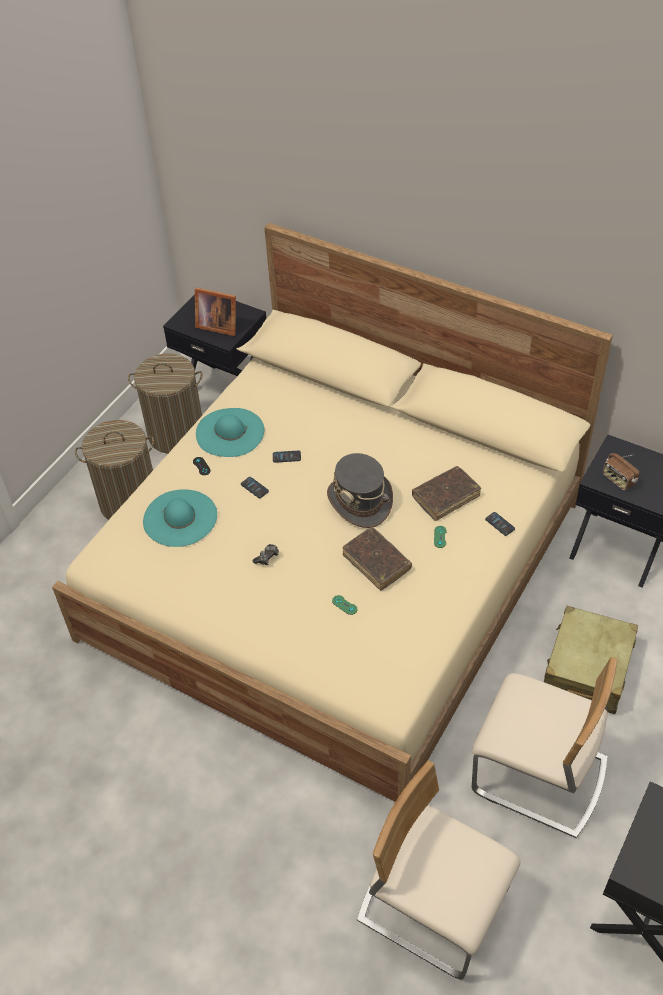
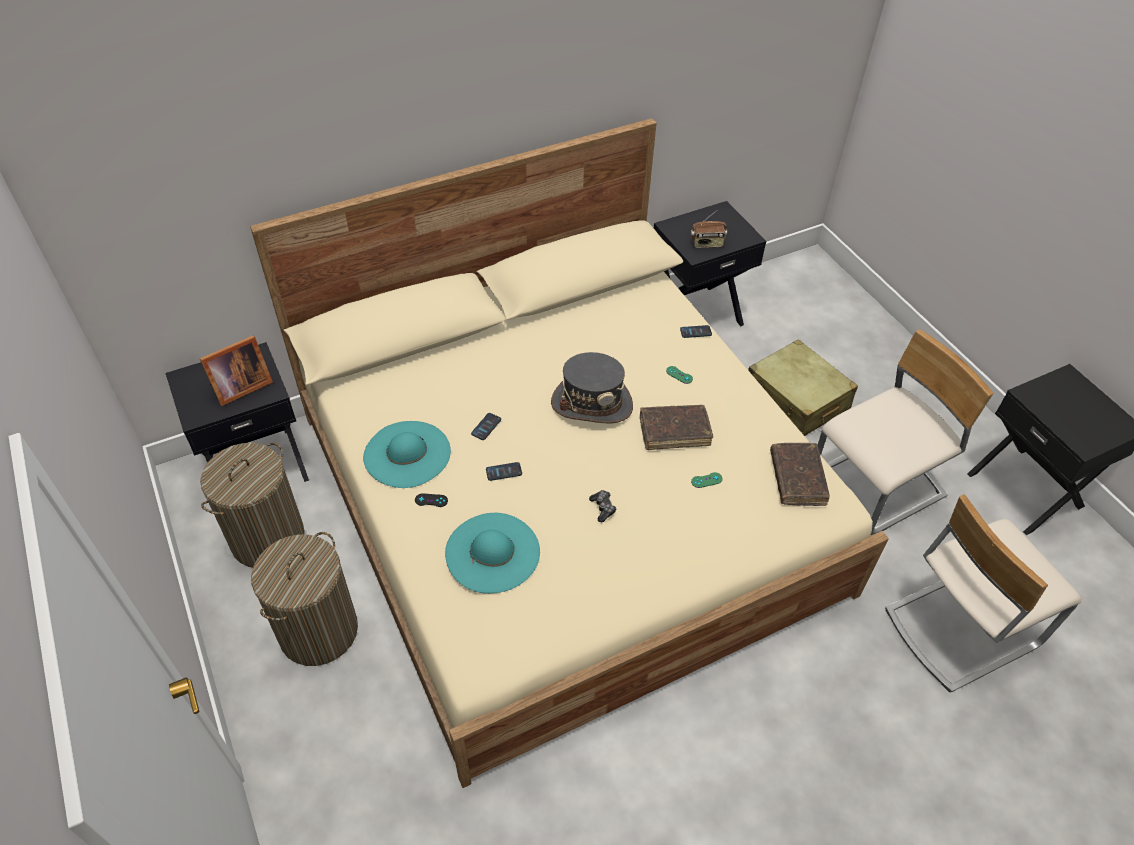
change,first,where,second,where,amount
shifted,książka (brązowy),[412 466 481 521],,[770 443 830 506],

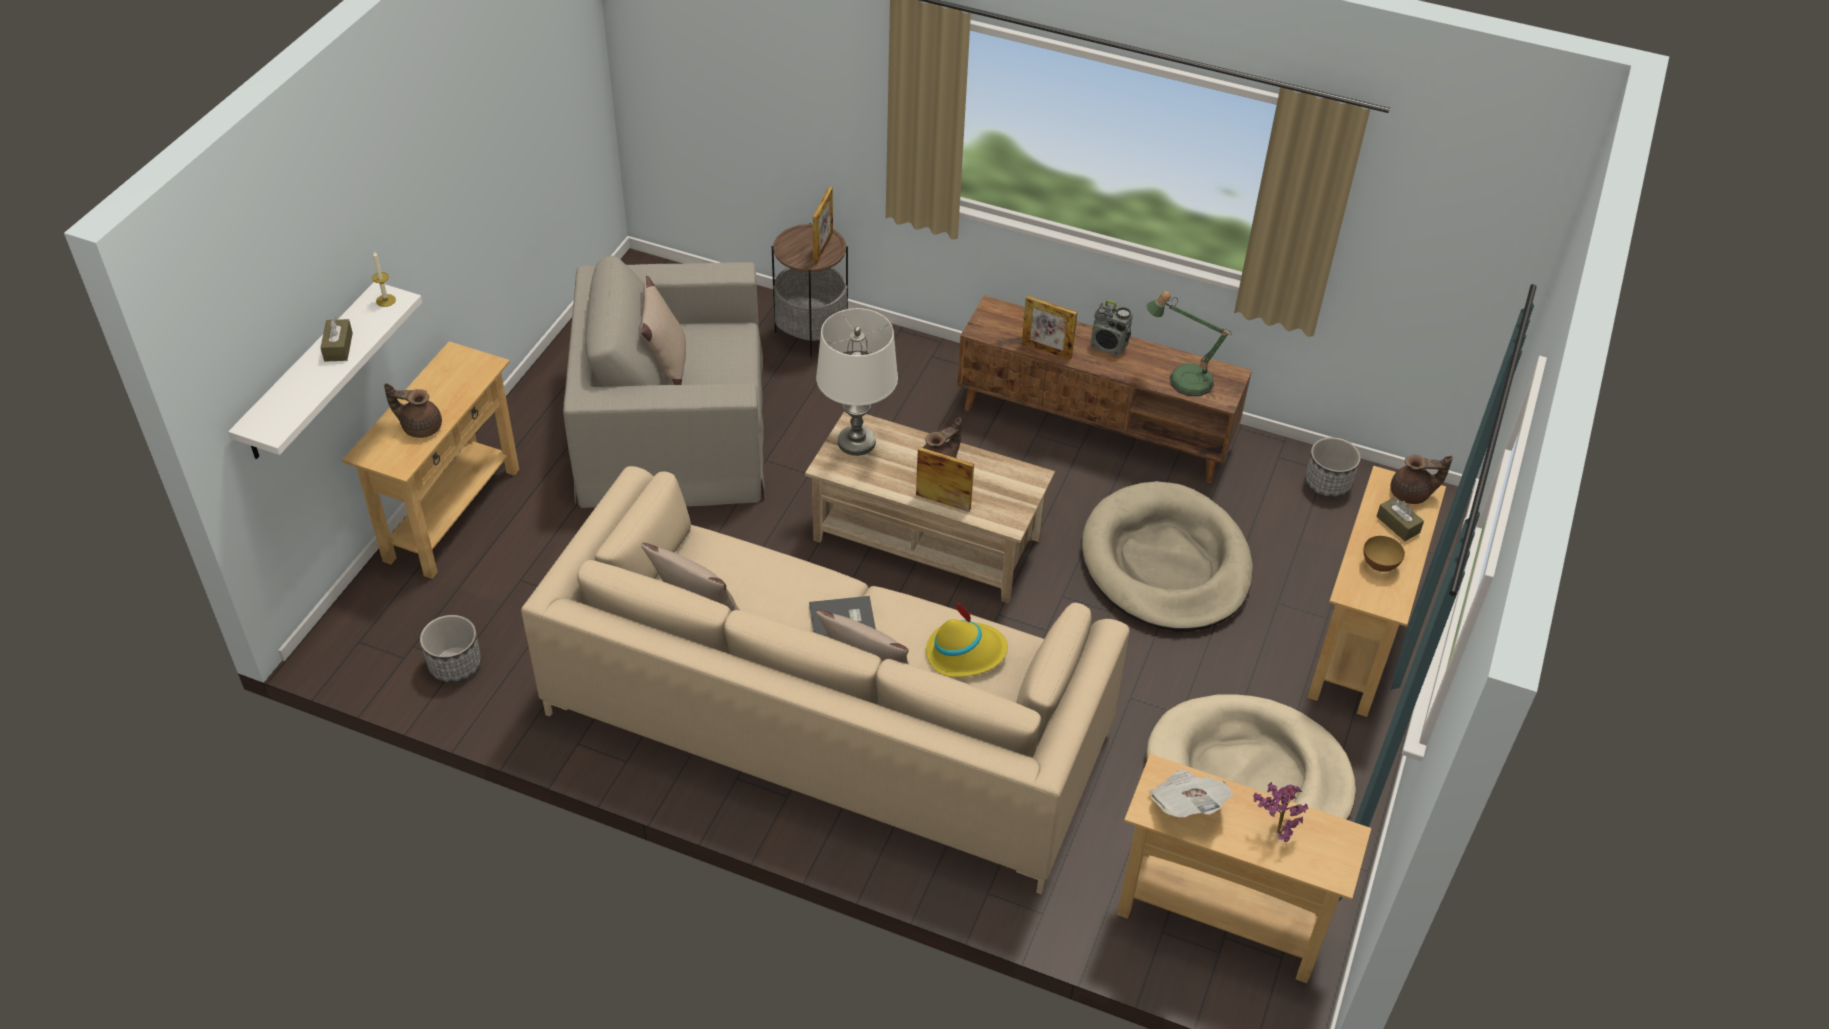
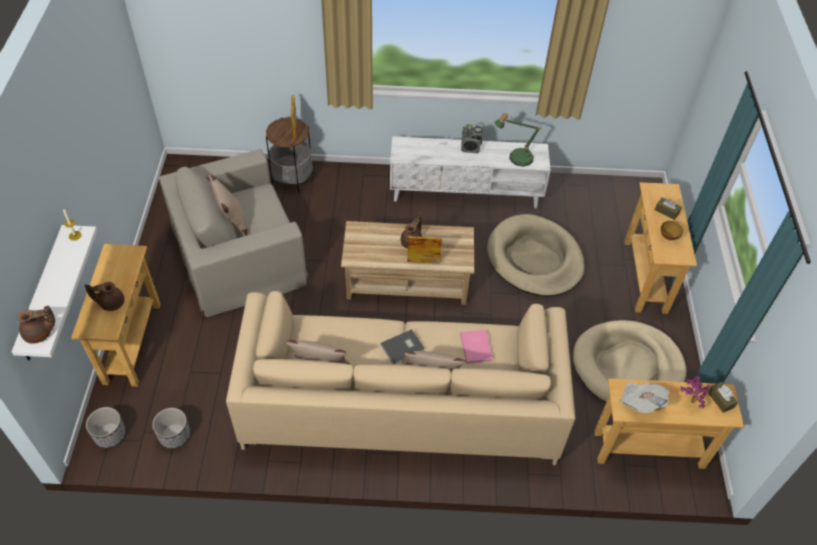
change,first,where,second,where,amount
gone,lampa stołowa (biały),[816 308 898 456],,,
gone,ramka na zdjęcie,[1022 296 1077 360],,,
shifted,pudełko chusteczek (brązowy),[320 316 353 362],,[707 382 738 413],
shifted,donica,[1305 437 1361 497],,[86 407 126 448],
shifted,imbryk (brązowy),[1390 455 1453 504],,[17 305 55 344],
swapped,kapelusz (żółty),[926 600 1008 677],książka (różowy),[460 330 493 364],
repainted,szafka pod telewizor (brązowy),[957 296 1252 483],szafka pod telewizor (biały),[390 136 551 208],

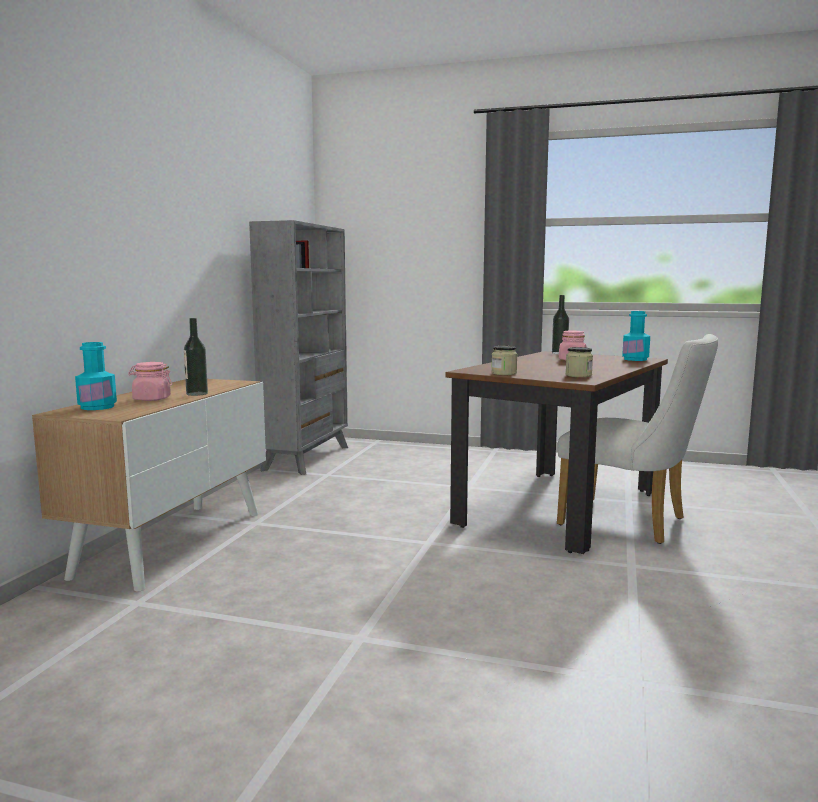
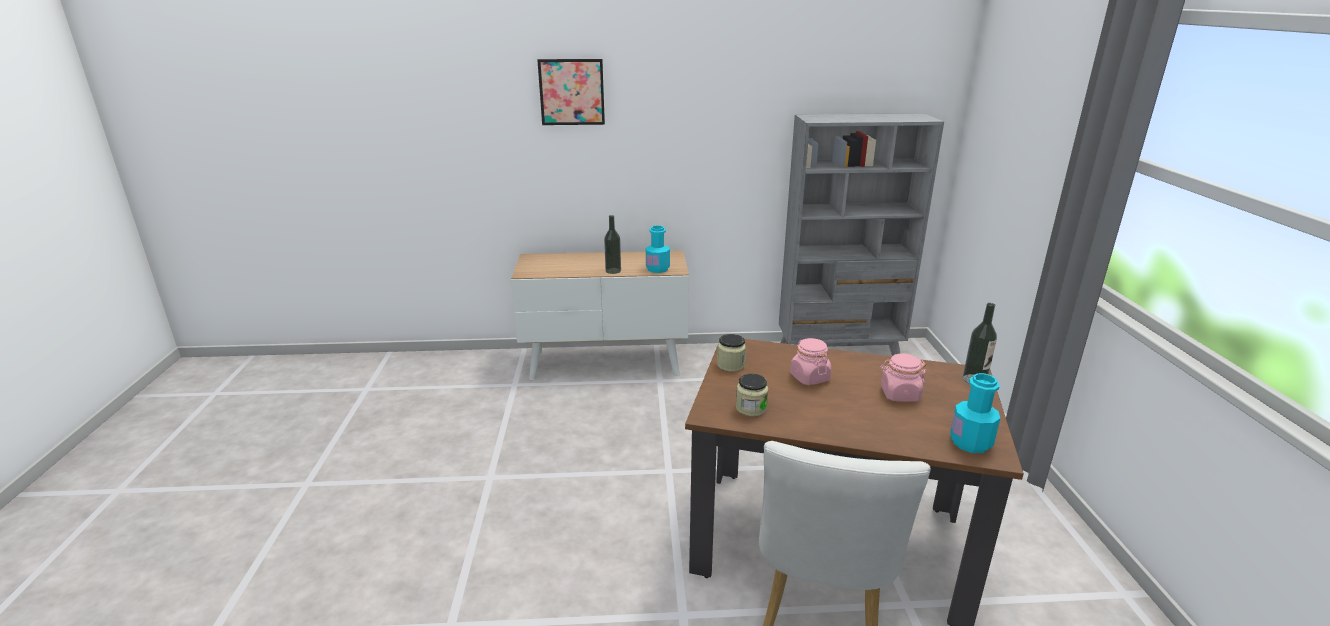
change,first,where,second,where,amount
new,,,obraz,[537 59 605 125],
shifted,butelka (turkusowy),[75 342 117 410],,[646 225 670 273],
shifted,słoik (różowy),[128 362 172 401],,[790 338 831 385],

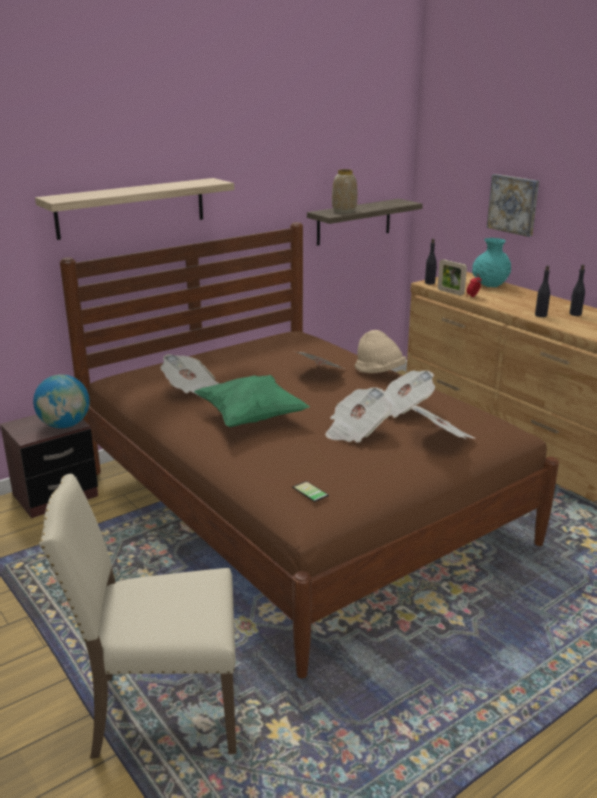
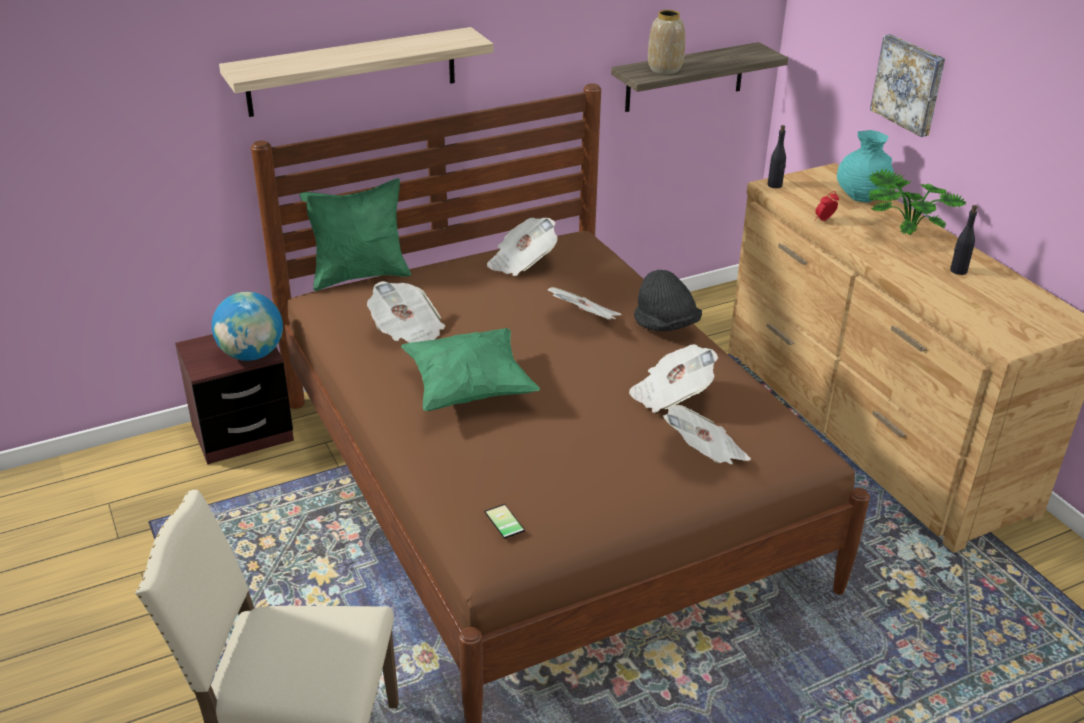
change,first,where,second,where,amount
gone,ramka na zdjęcie,[438 259 467 295],,,
gone,butelka (czarny),[535 266 550 317],,,
new,,,poduszka (zielony),[300 178 411 291],
new,,,roślina doniczkowa,[868 168 966 235],
shifted,gazeta,[325 387 392 443],,[487 218 558 276],
repainted,kapelusz (beżowy),[355 330 406 373],kapelusz (czarny),[634 270 702 331],

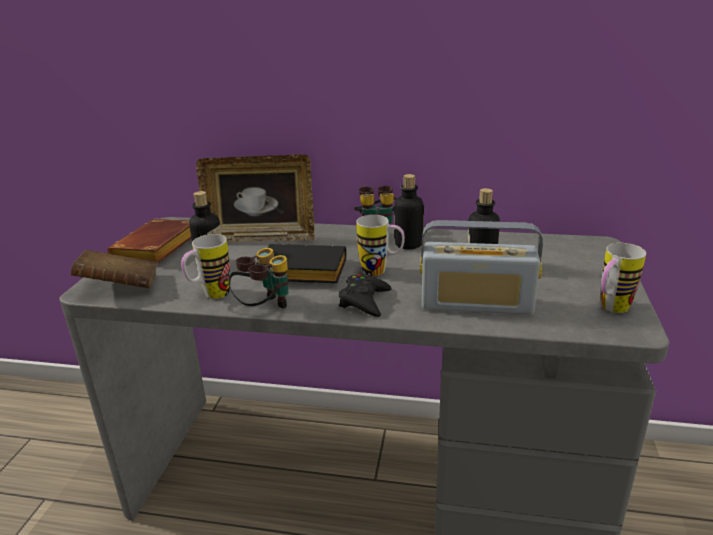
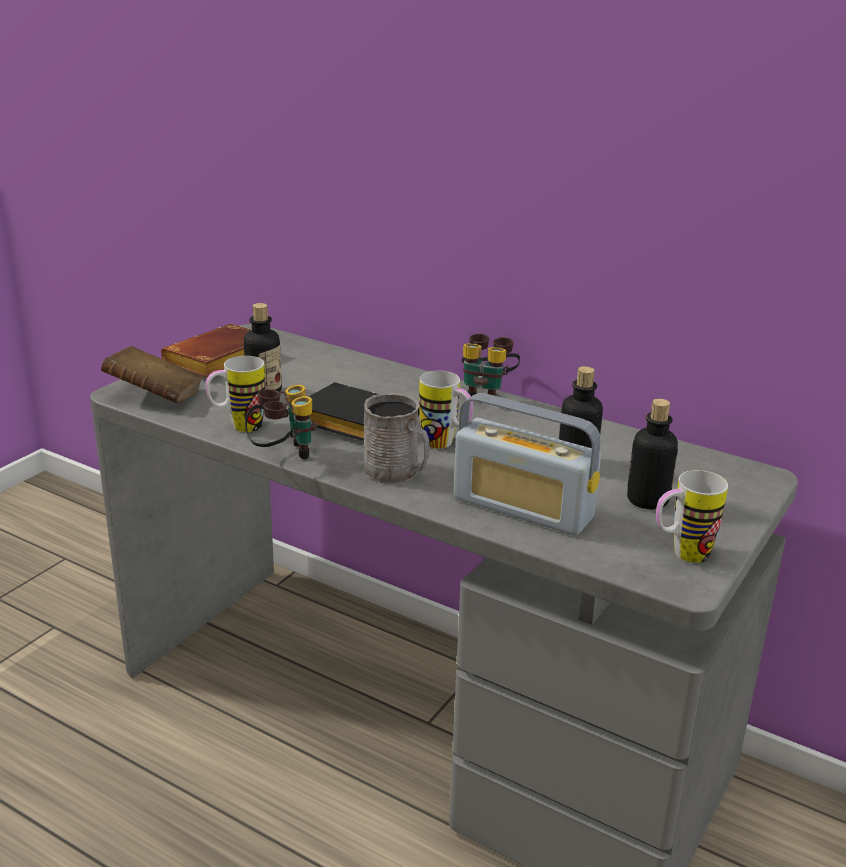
change,first,where,second,where,amount
gone,ramka na zdjęcie,[196 154 315 242],,,
shifted,butelka,[394 174 424 250],,[627 399 678 509],
swapped,pad do gier (czarny),[339 274 392 317],kubek (szary),[364 393 430 484],

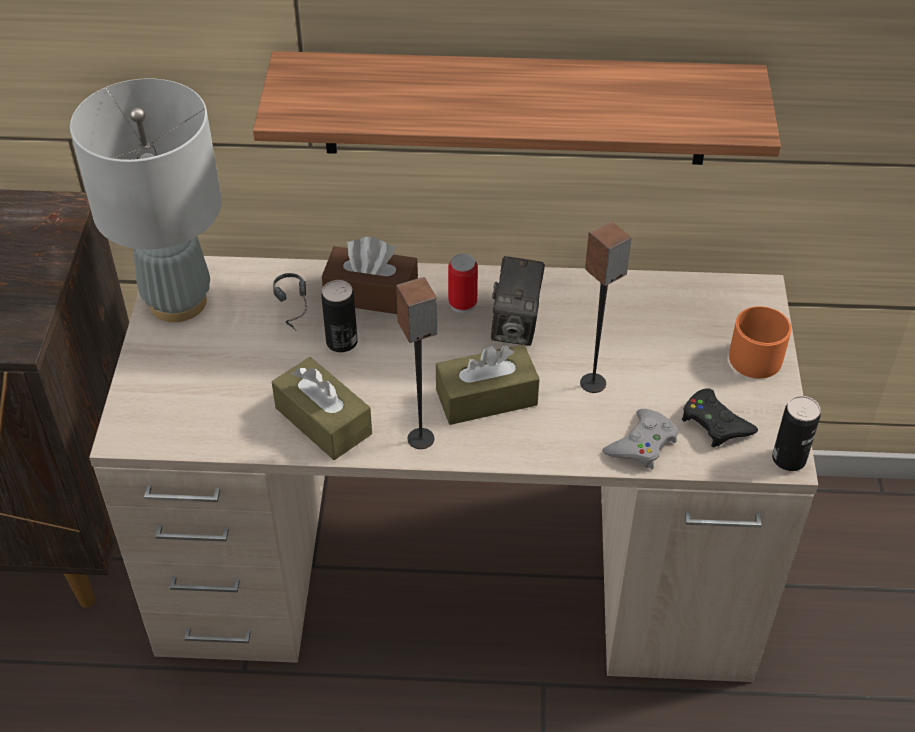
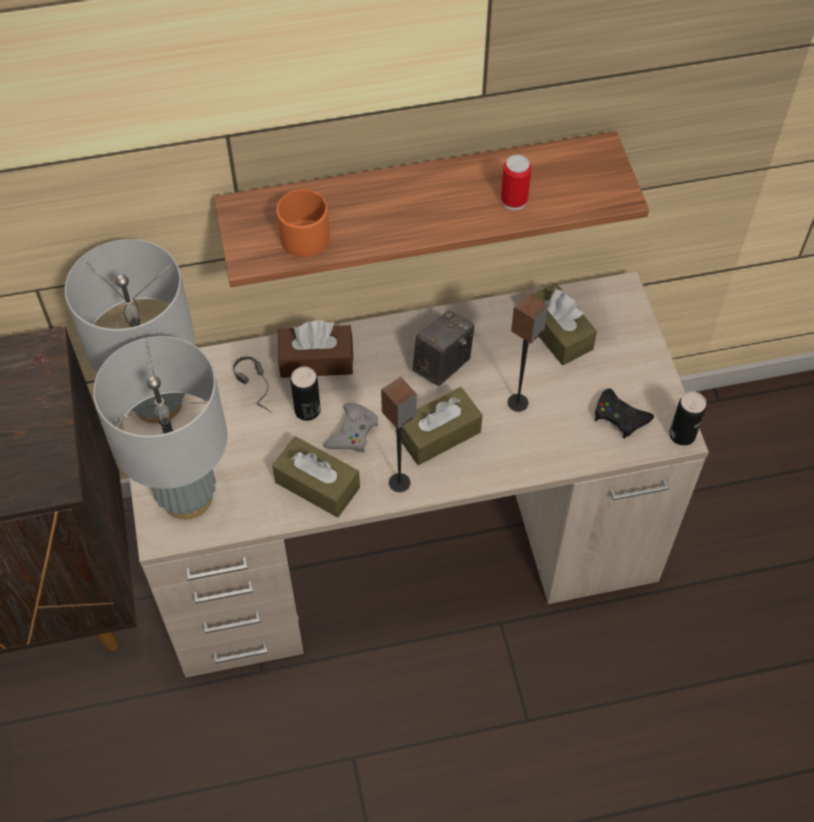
change,first,where,second,where,amount
new,,,lampa stołowa (szary),[93 336 227 519],
new,,,pudełko chusteczek (brązowy),[532 283 597 365],
shifted,puszka,[448 254 478 313],,[501 155 532 210],
shifted,pad do gier (szary),[602 409 678 469],,[323 403 378 453],
shifted,kubek (pomarańczowy),[729 306 791 379],,[276 190 330 257],
rotated,aparat fotograficzny,[491 256 545 346],,[413 310 474 386],135 degrees counterclockwise

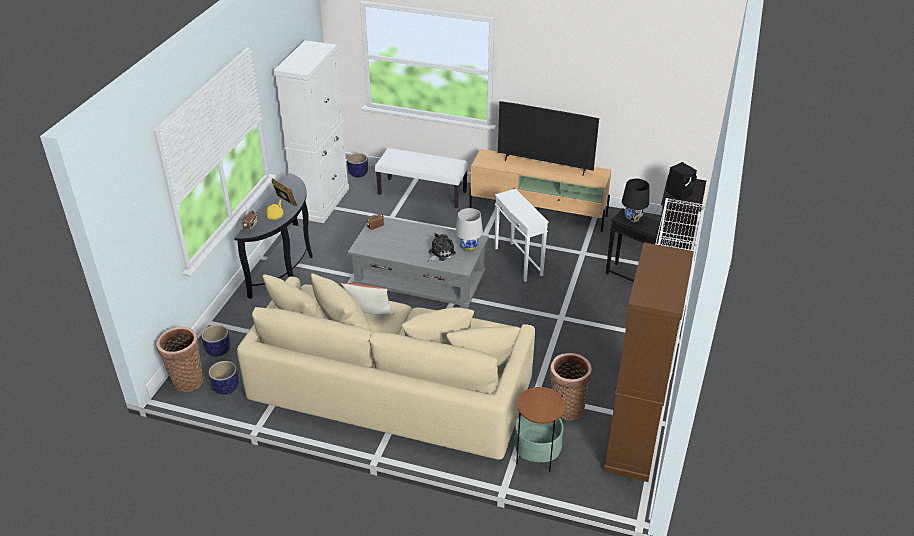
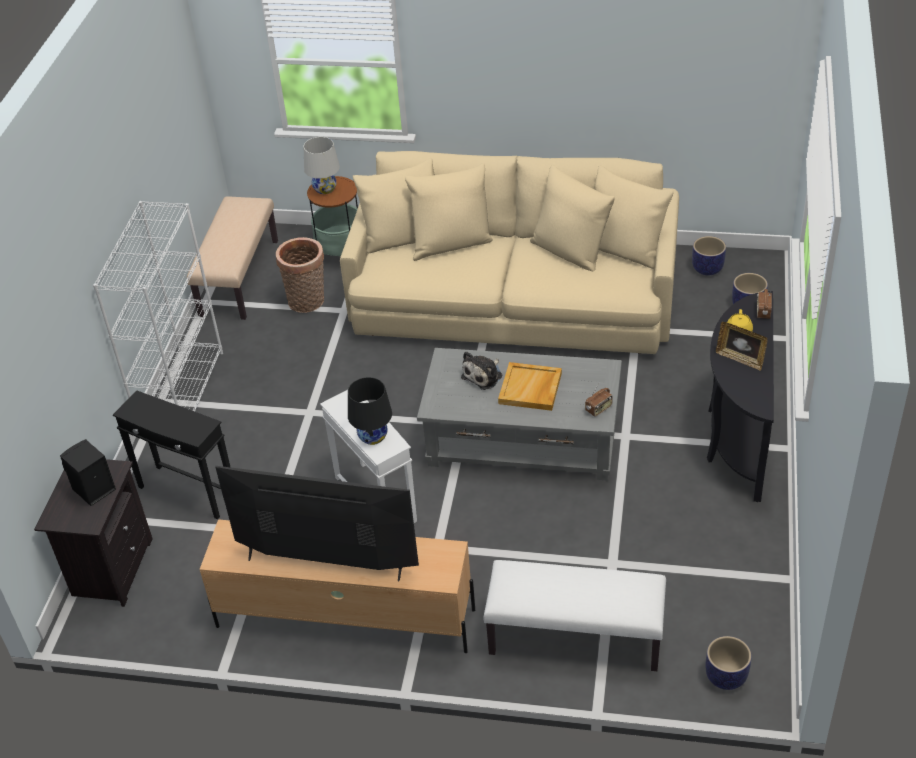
change,first,where,second,where,amount
gone,koszyk,[156 327 204 392],,,
gone,szafka (biały),[274 40 349 223],,,
gone,poduszka,[341 283 395 315],,,
new,,,taca (beżowy),[498 362 562 411],
shifted,lampa stołowa (biały),[456 208 483 252],,[304 137 340 194],
shifted,lampa stołowa (czarny),[622 179 650 222],,[348 377 392 445],
swapped,szafka (brązowy),[603 242 694 482],ławka (beżowy),[187 196 278 320],

